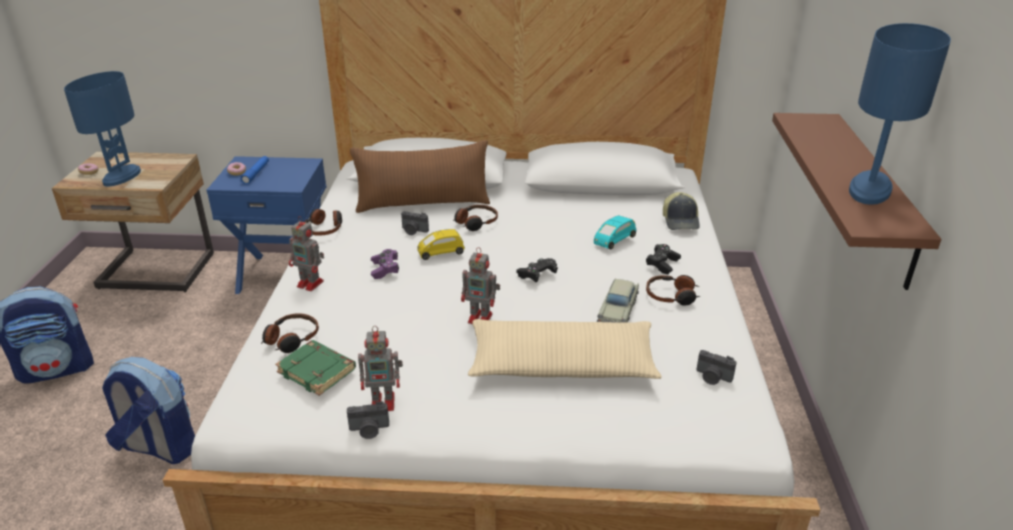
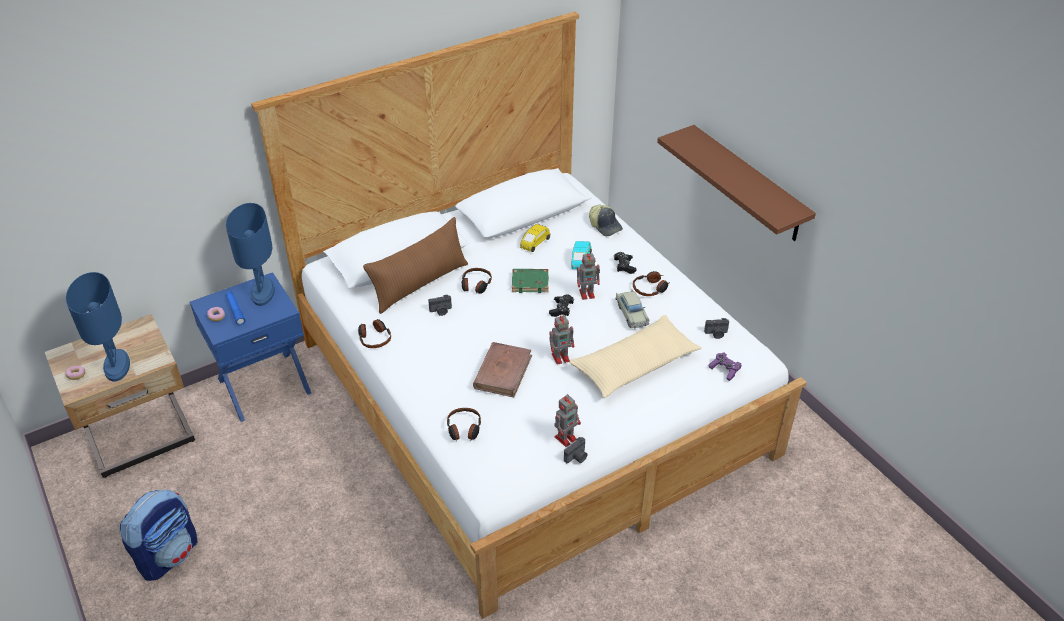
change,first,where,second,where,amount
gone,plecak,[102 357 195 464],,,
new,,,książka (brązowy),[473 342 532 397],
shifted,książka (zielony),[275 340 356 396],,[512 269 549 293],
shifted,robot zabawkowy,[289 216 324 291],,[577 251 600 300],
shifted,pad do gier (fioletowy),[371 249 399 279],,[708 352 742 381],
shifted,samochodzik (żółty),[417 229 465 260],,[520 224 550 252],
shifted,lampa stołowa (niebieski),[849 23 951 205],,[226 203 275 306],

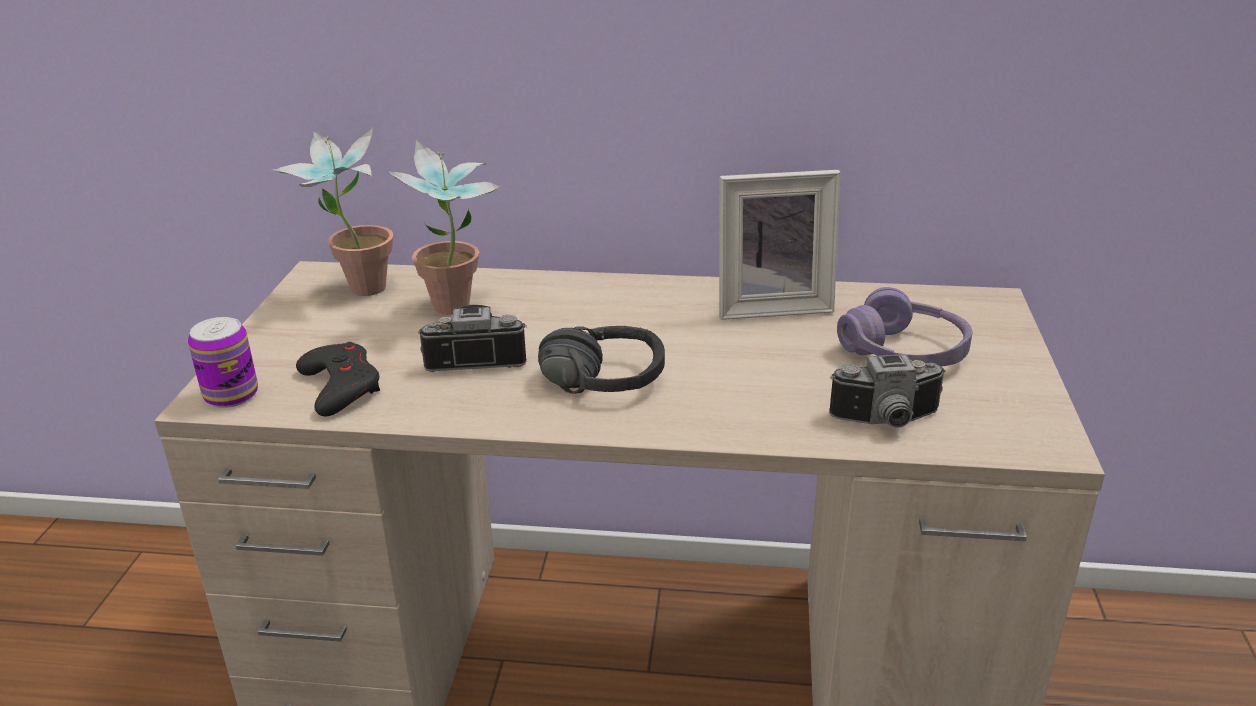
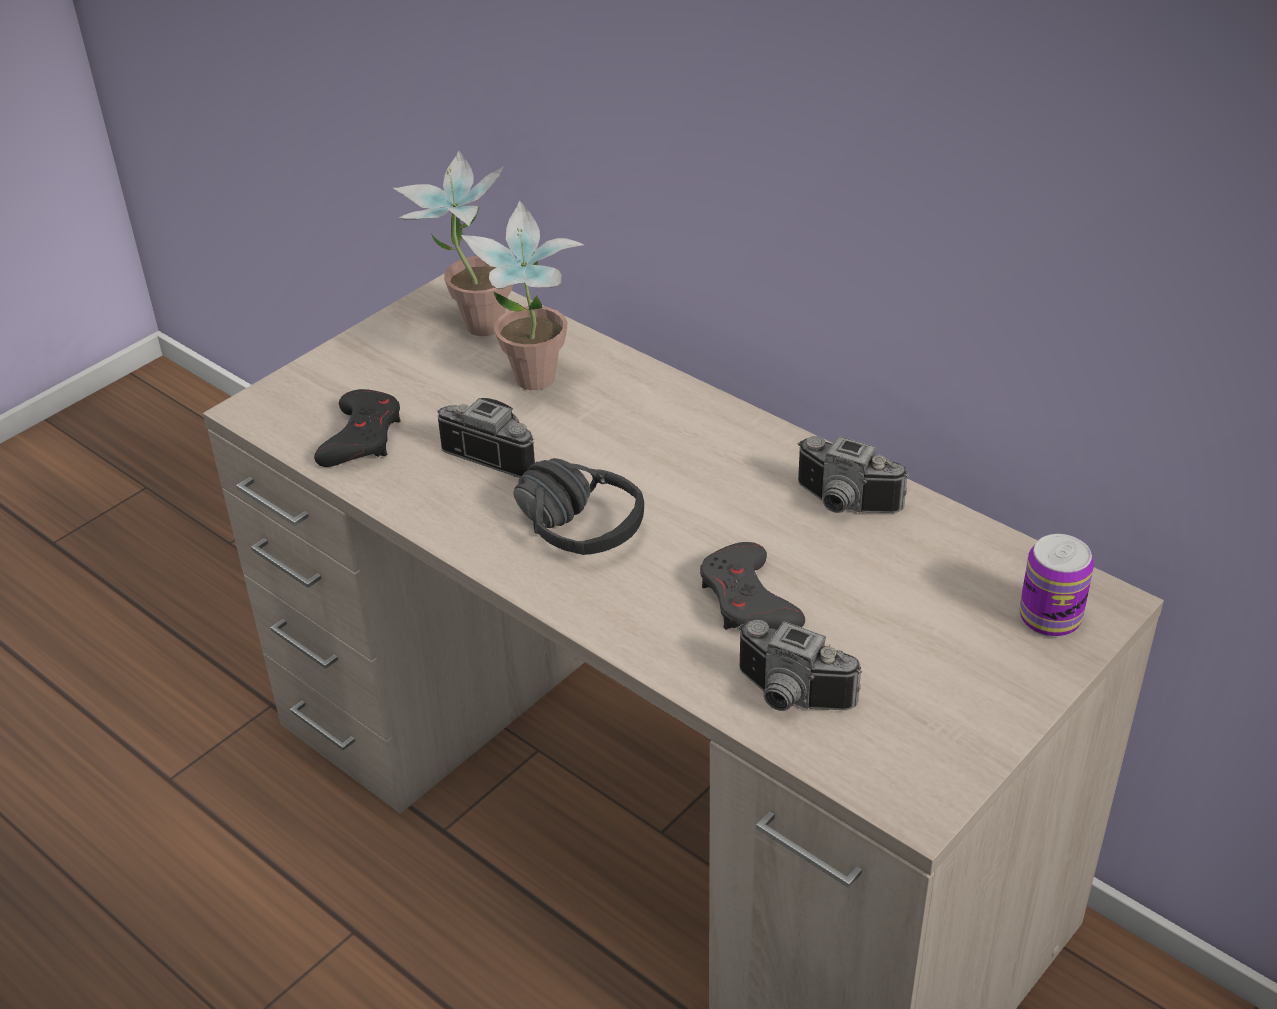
change,first,where,second,where,amount
gone,słuchawki (fioletowy),[837 287 972 367],,,
new,,,pad do gier (szary),[700 542 805 630],
shifted,puszka,[188 317 258 408],,[1020 534 1094 637],
swapped,ramka na zdjęcie,[719 170 840 320],aparat fotograficzny,[798 436 909 513],

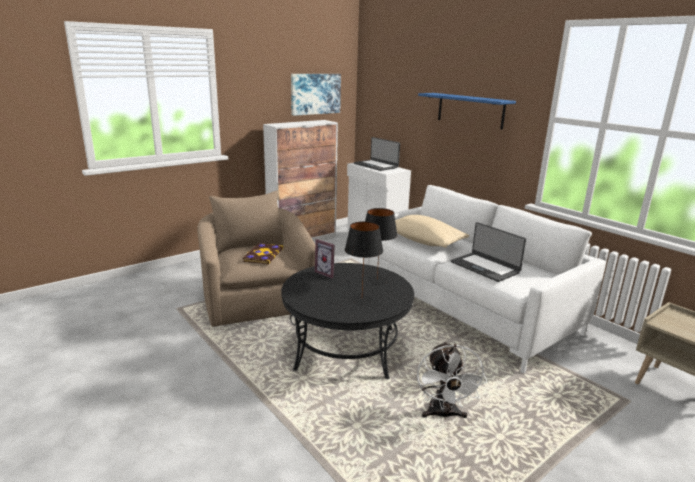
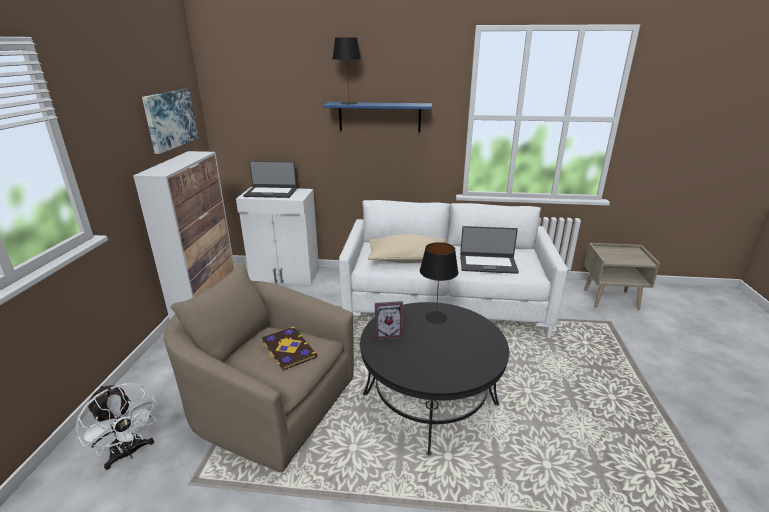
change,first,where,second,where,amount
shifted,lampa stołowa (czarny),[345 222 383 305],,[332 38 362 105],
shifted,wentylator (biały),[417 342 487 420],,[76 384 158 470],

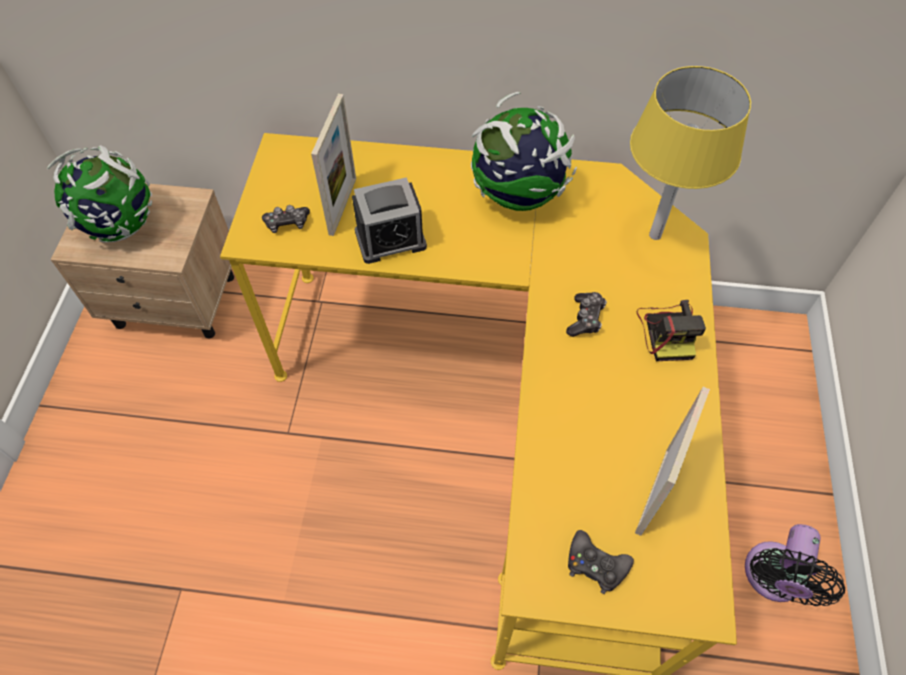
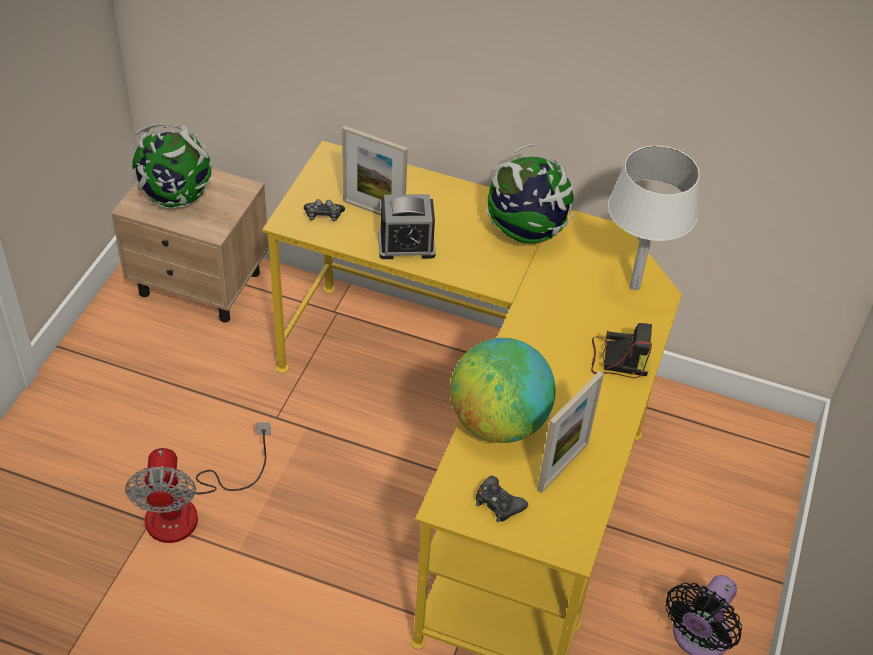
change,first,where,second,where,amount
gone,pad do gier,[566 292 607 337],,,
new,,,wentylator,[125 422 271 543],
new,,,globus,[450 338 556 443],
repainted,lampa stołowa (żółty),[630 66 751 240],lampa stołowa (biały),[608 146 699 290],
rotated,ramka na zdjęcie,[311 94 356 236],,[342 126 408 215],90 degrees clockwise
rotated,aparat fotograficzny,[637 300 706 361],,[591 323 652 378],90 degrees counterclockwise

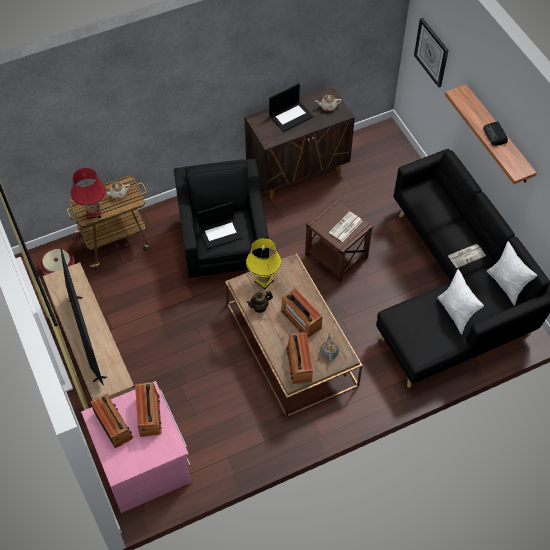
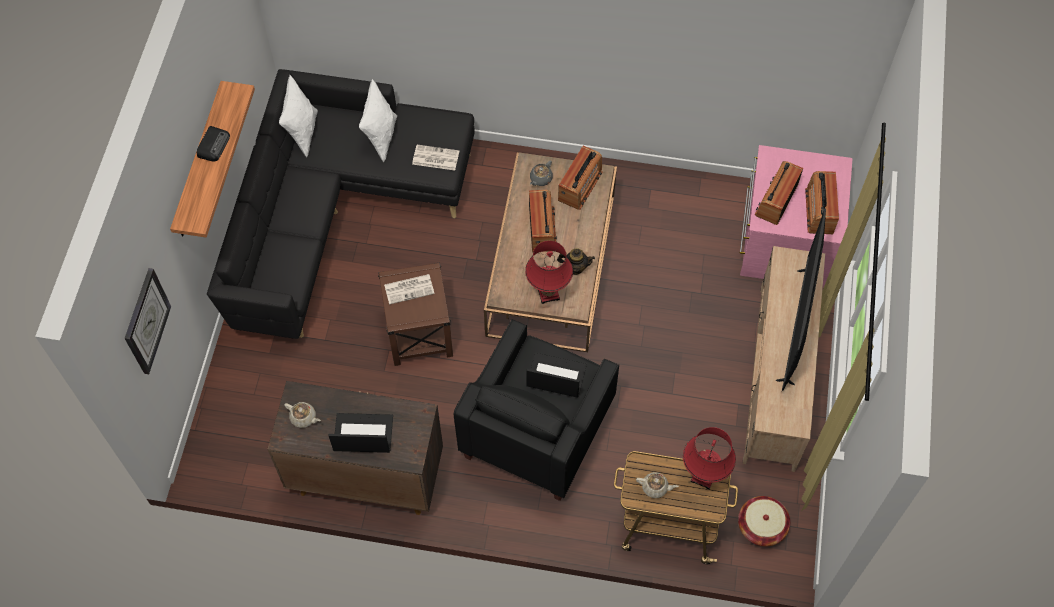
change,first,where,second,where,amount
shifted,gazeta,[448 244 486 268],,[412 145 459 170],
repainted,lampa stołowa (żółty),[246 238 282 289],lampa stołowa (czerwony),[525 241 573 304],

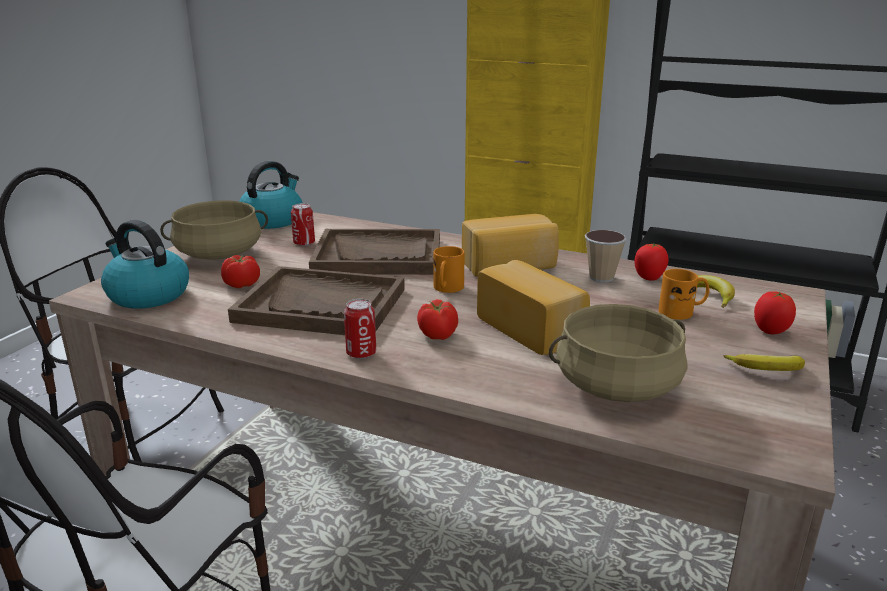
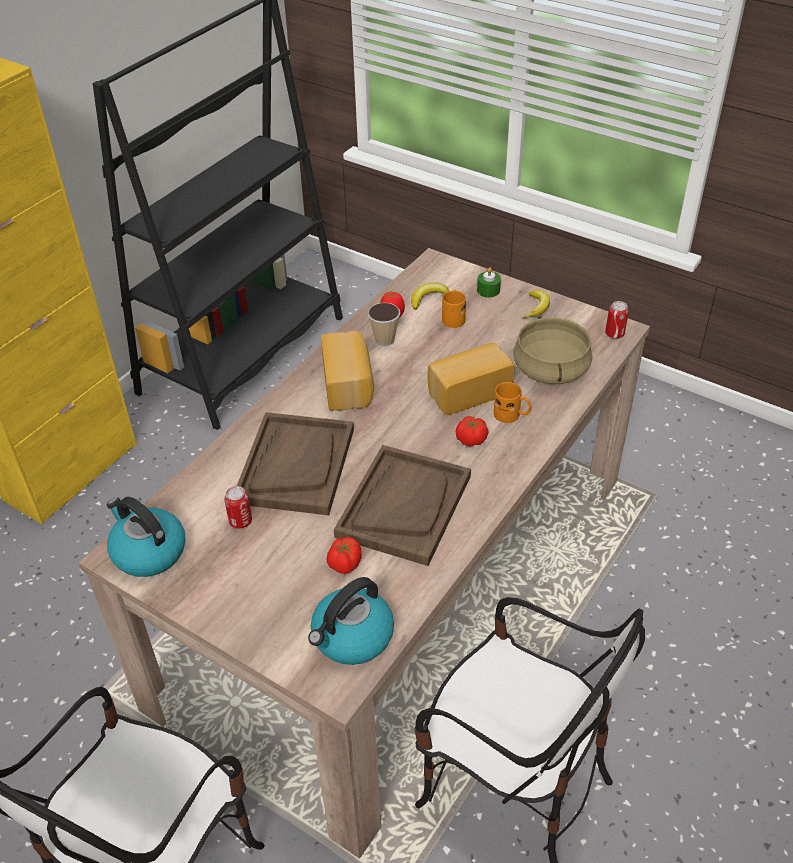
change,first,where,second,where,amount
gone,garnek (beżowy),[160 200 268 260],,,
shifted,puszka,[344 299 376 359],,[605 301 629 339],
shifted,kubek (pomarańczowy),[433 246 465 293],,[494 382 532 423],
swapped,pomidor,[754 291 796 334],świeca (zielony),[477 268 501 298],

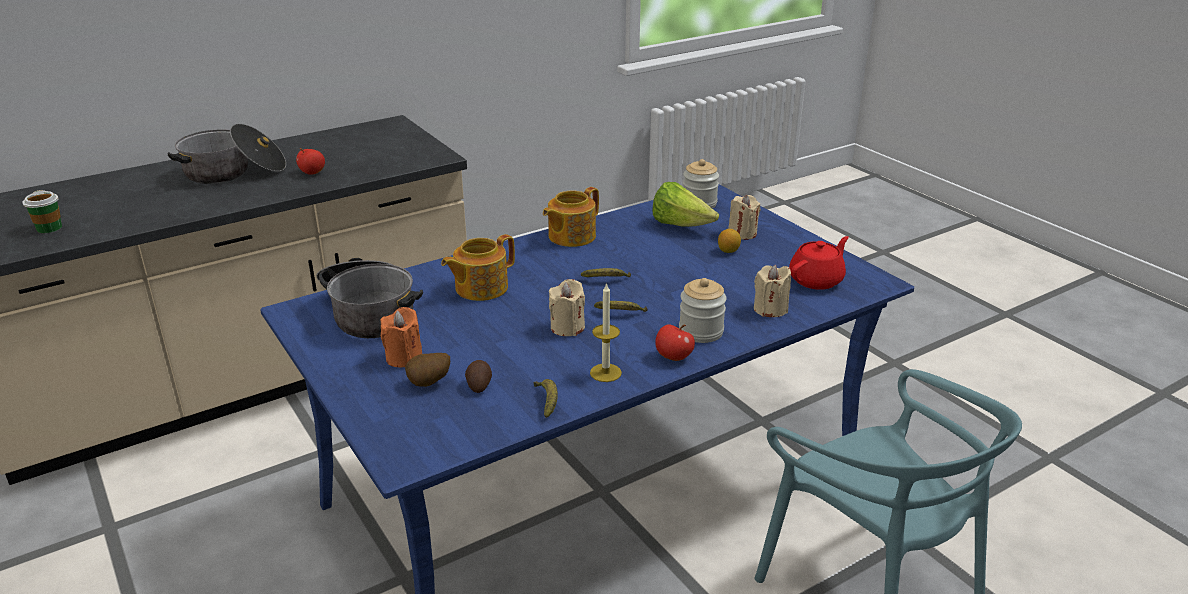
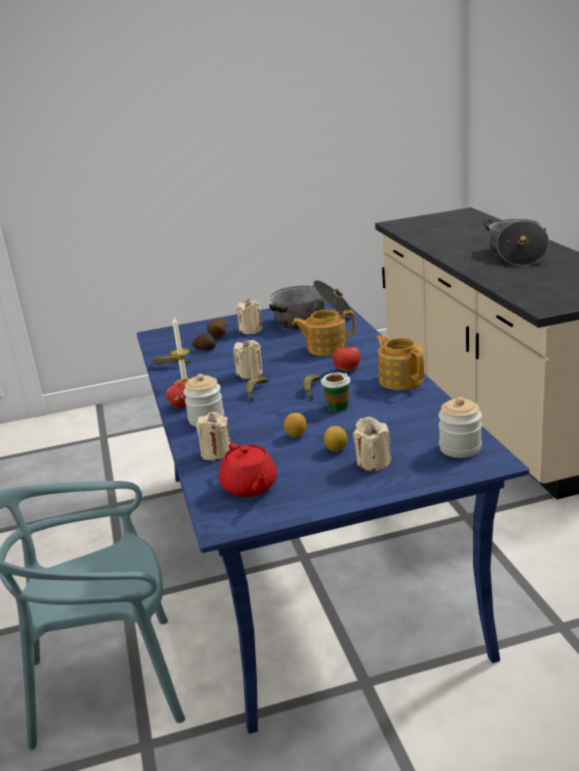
change,first,where,second,where,amount
gone,sałata,[653 182 719 227],,,
new,,,cytryna,[284 413 307 438],
shifted,filiżanka,[22 190 62 233],,[321 372 350 412],
shifted,jabłko,[296 148 325 175],,[333 343 361 371],
repainted,świeca (pomarańczowy),[380 307 422 367],świeca (beżowy),[236 299 262 334],
rotated,imbryk,[441 234 515 301],,[292 310 356 356],75 degrees counterclockwise

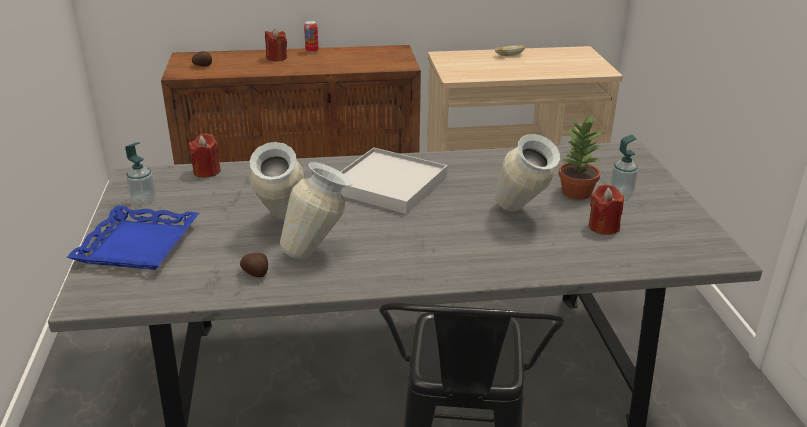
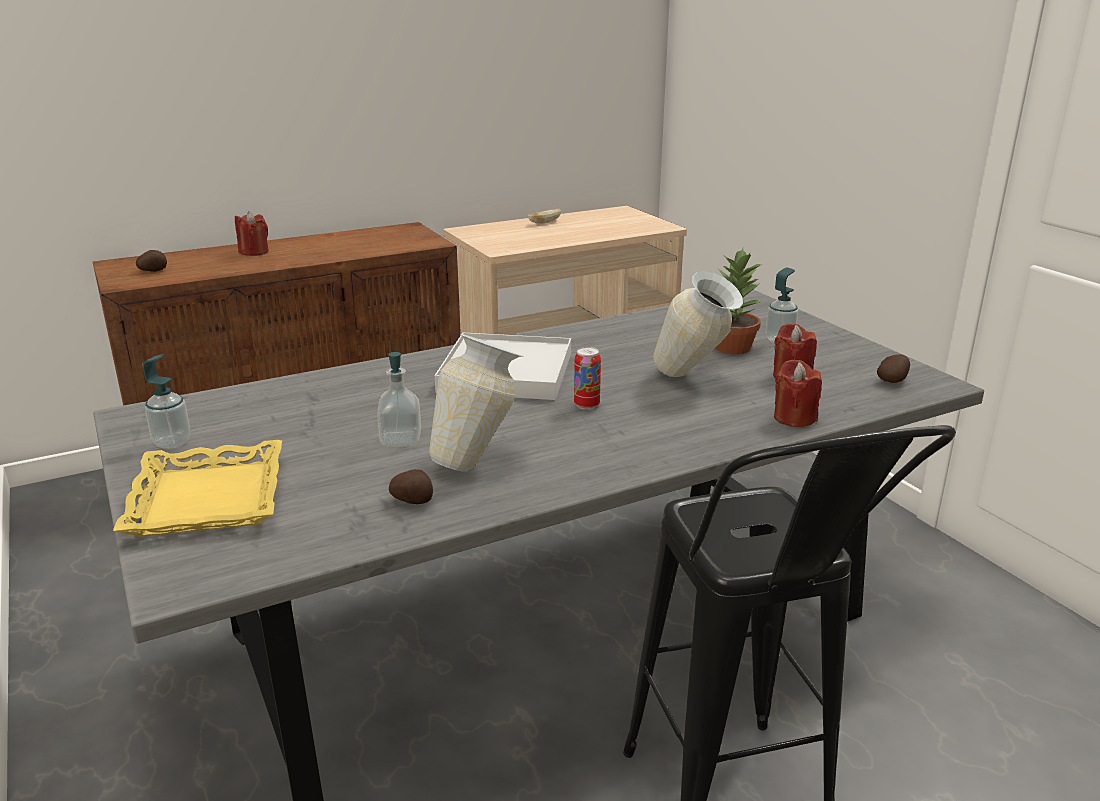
change,first,where,second,where,amount
new,,,ziemniak,[877 354 910 383],
shifted,świeca (czerwony),[188 133 221 178],,[774 360 822 427],
shifted,puszka,[304 21 319 53],,[574 347 601 410],
swapped,wazon,[249 142 304 219],dozownik mydła,[377 352 421 447],
repainted,taca (niebieski),[66 206 199 270],taca (żółty),[113 440 282 537],

